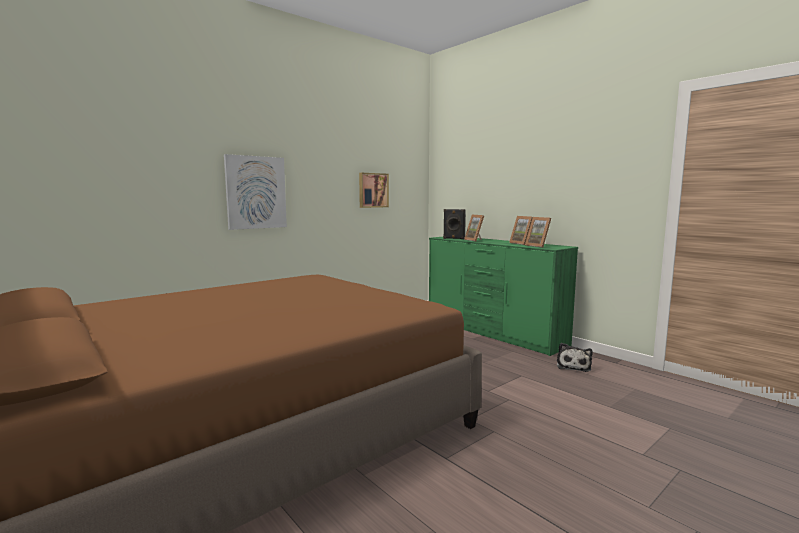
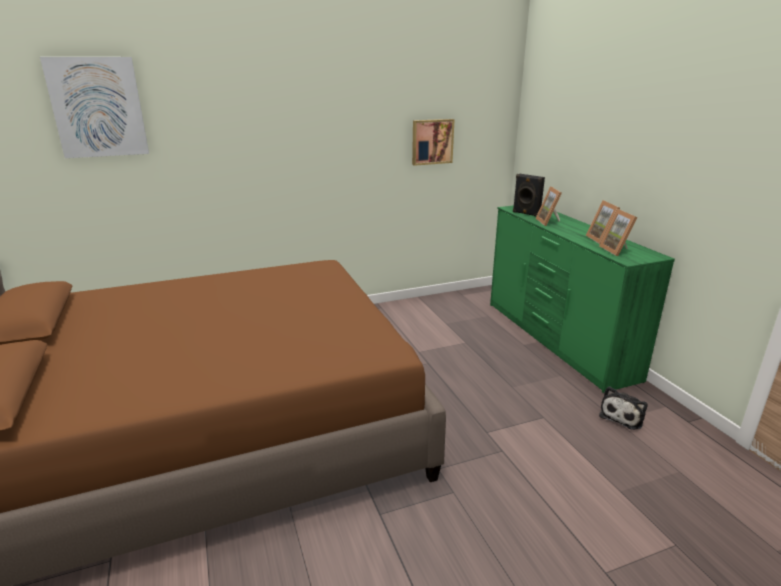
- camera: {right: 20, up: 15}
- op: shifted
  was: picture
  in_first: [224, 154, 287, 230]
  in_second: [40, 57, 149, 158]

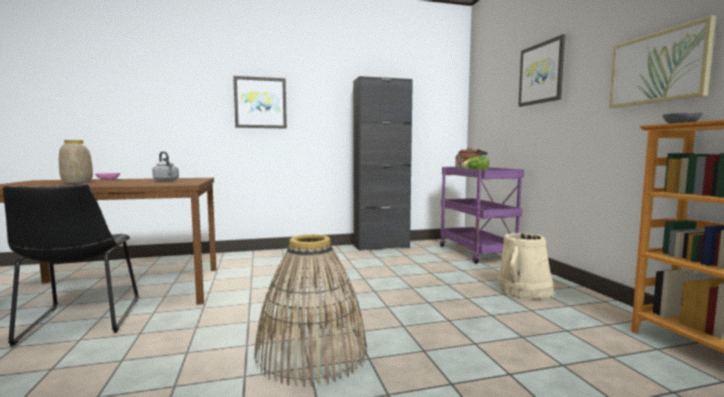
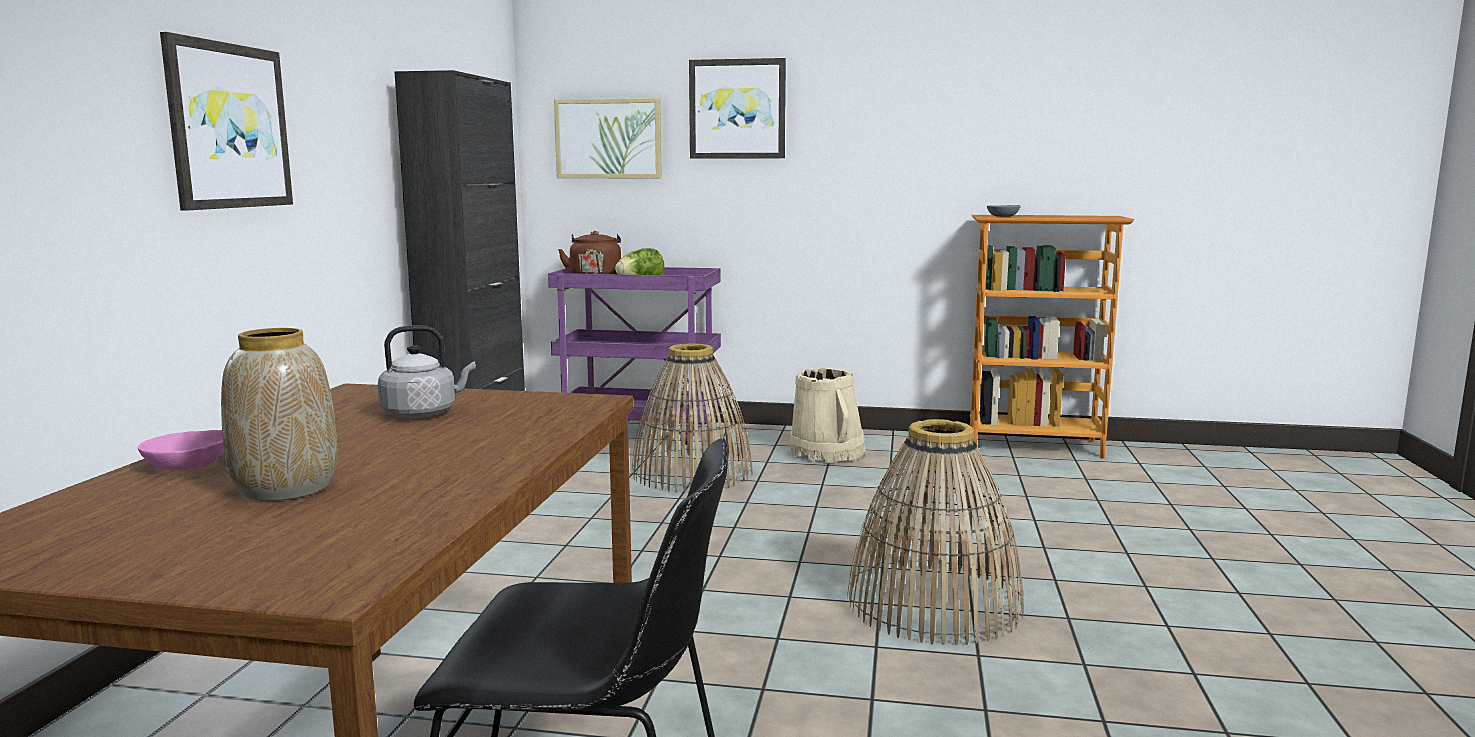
- camera: {right: -65, up: 5}
- op: shifted
  was: picture
  in_first: [609, 15, 716, 108]
  in_second: [554, 98, 662, 178]
- op: new
  now: basket
  in_second: [632, 343, 752, 492]

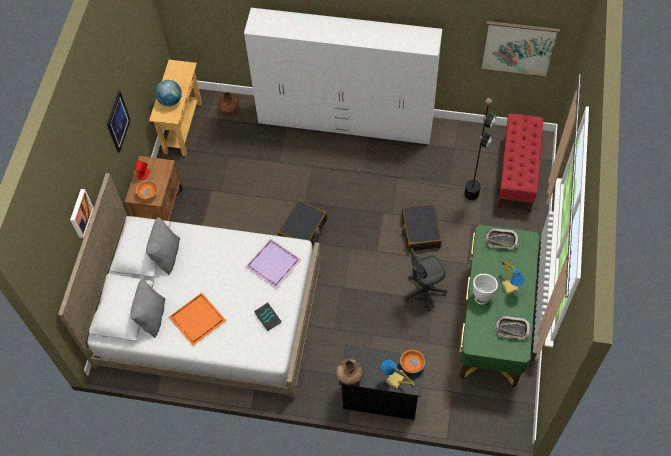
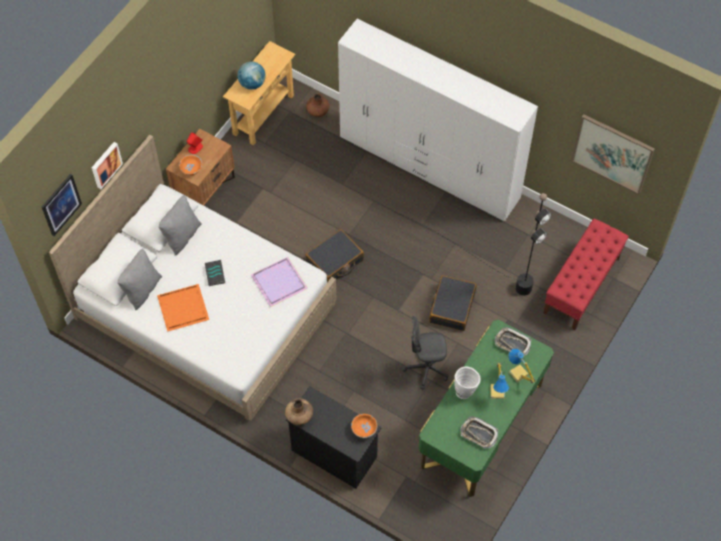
- camera: {right: 20, up: 0}
- op: shifted
  was: picture
  in_first: [107, 91, 131, 153]
  in_second: [42, 174, 82, 236]
- op: shifted
  was: bound book
  in_first: [254, 303, 281, 331]
  in_second: [205, 260, 225, 286]
- op: shifted
  was: table lamp
  in_first: [381, 360, 415, 389]
  in_second: [508, 349, 536, 384]

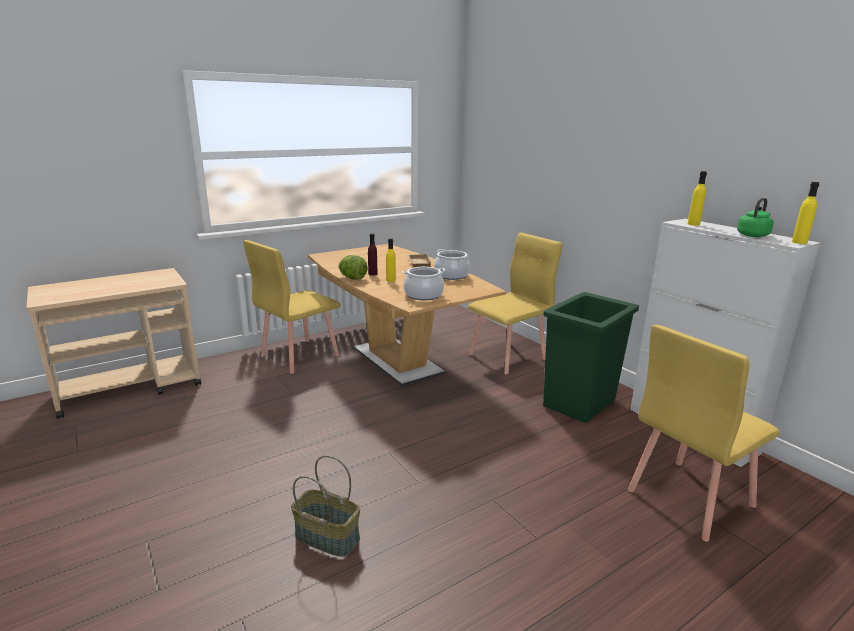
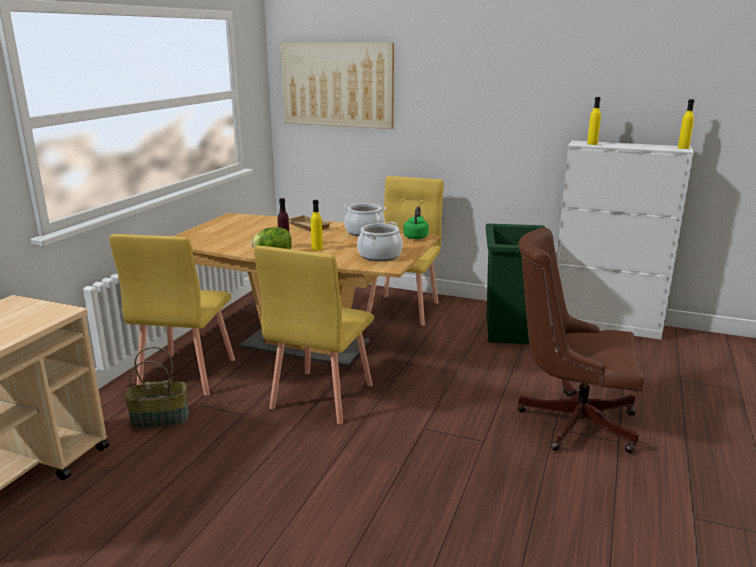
- camera: {right: -35, up: 0}
- op: shifted
  was: basket
  in_first: [291, 455, 360, 557]
  in_second: [125, 347, 189, 429]
- op: shifted
  was: chair (yellow)
  in_first: [628, 325, 780, 542]
  in_second: [254, 246, 374, 424]
- op: shifted
  was: water kettle (green-coloured)
  in_first: [737, 198, 774, 237]
  in_second: [403, 206, 429, 239]
- op: new
  now: picture
  in_second: [281, 42, 394, 129]
- op: new
  now: desk chair (brownish)
  in_second: [517, 228, 644, 453]

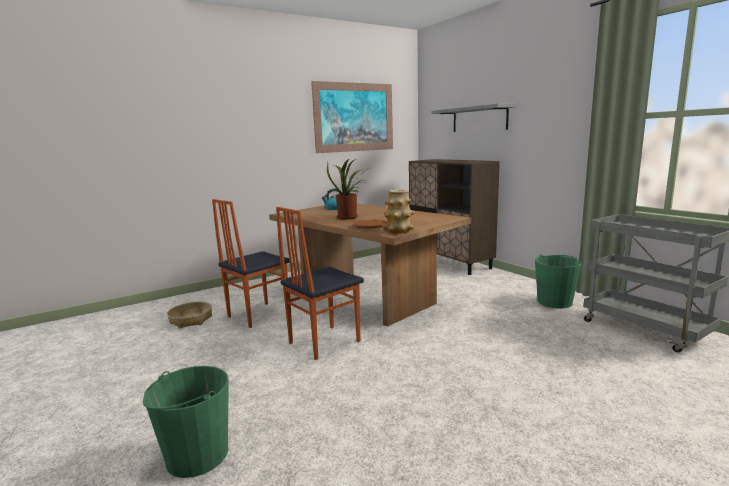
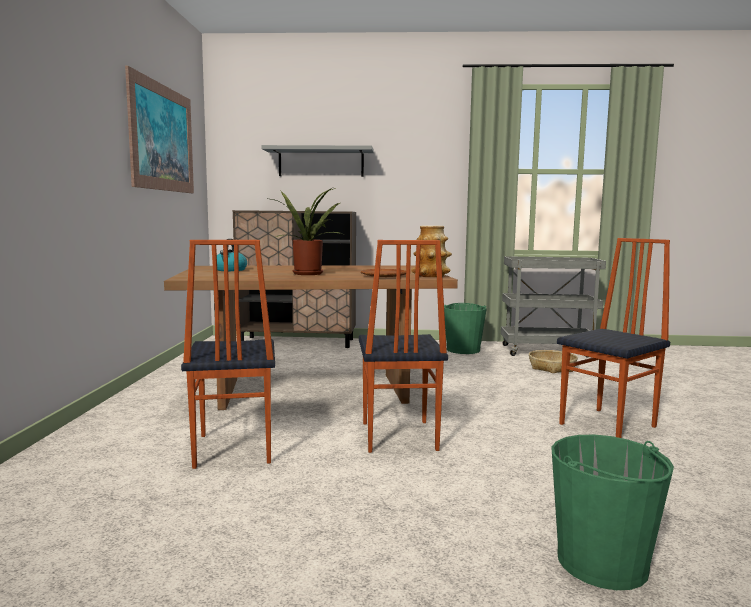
- camera: {right: -55, up: -5}
- op: shifted
  was: basket
  in_first: [167, 302, 212, 328]
  in_second: [529, 350, 578, 373]
- op: new
  now: chair
  in_second: [557, 238, 670, 438]

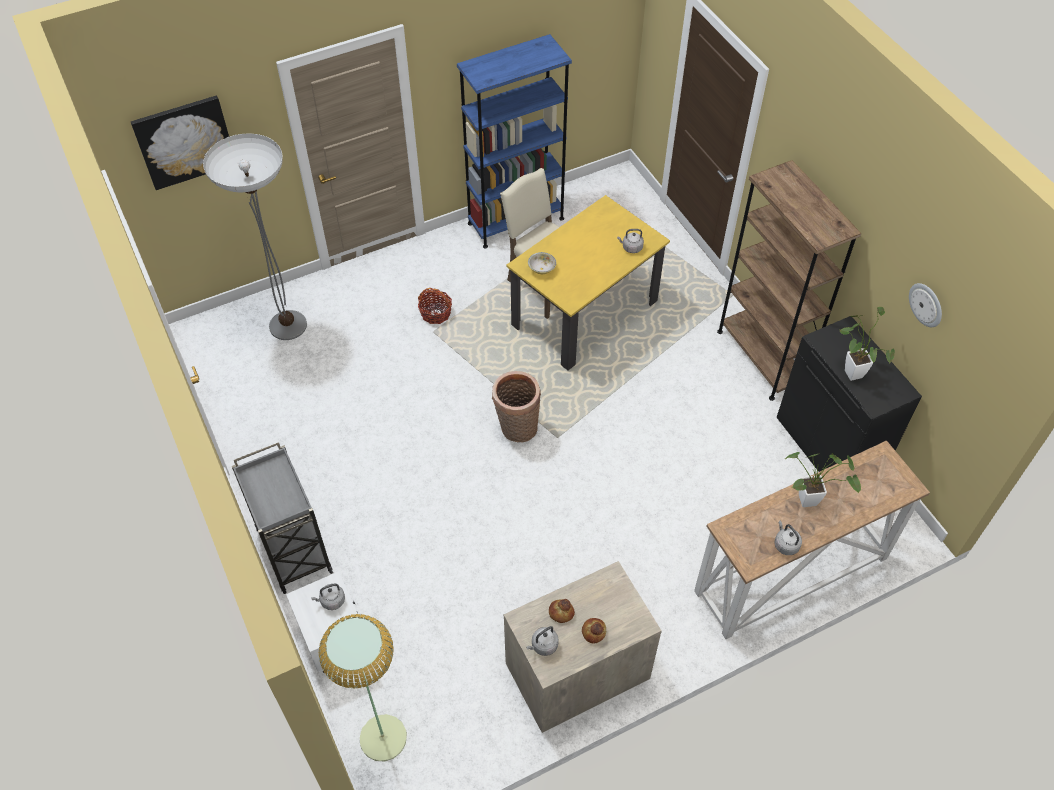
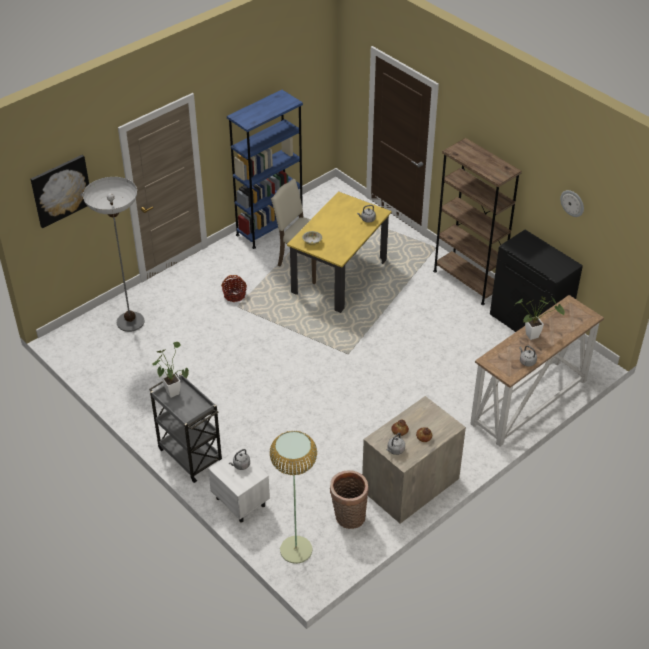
- camera: {right: -15, up: -10}
- op: shifted
  was: basket
  in_first: [492, 371, 541, 442]
  in_second: [330, 470, 369, 529]
- op: shifted
  was: potted plant
  in_first: [840, 307, 895, 381]
  in_second: [152, 342, 189, 398]

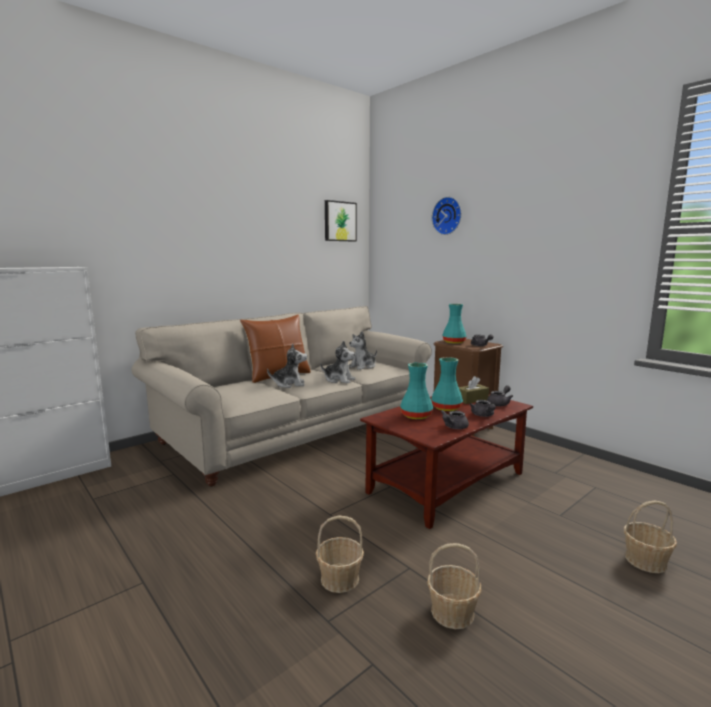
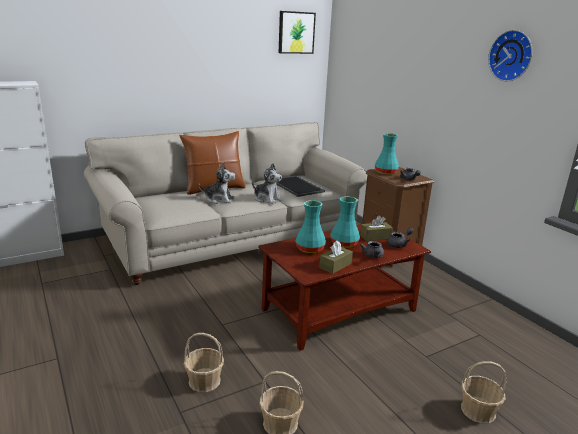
- camera: {right: 10, up: 10}
- op: swapped
  was: soft toy
  now: tray
  in_first: [349, 331, 377, 370]
  in_second: [276, 175, 325, 197]
- op: shifted
  was: clock on the wall
  in_first: [432, 197, 461, 235]
  in_second: [488, 30, 532, 81]
- op: swapped
  was: tea pot (grey)
  now: box of tissues (brownish)
  in_first: [440, 410, 469, 429]
  in_second: [319, 241, 353, 274]

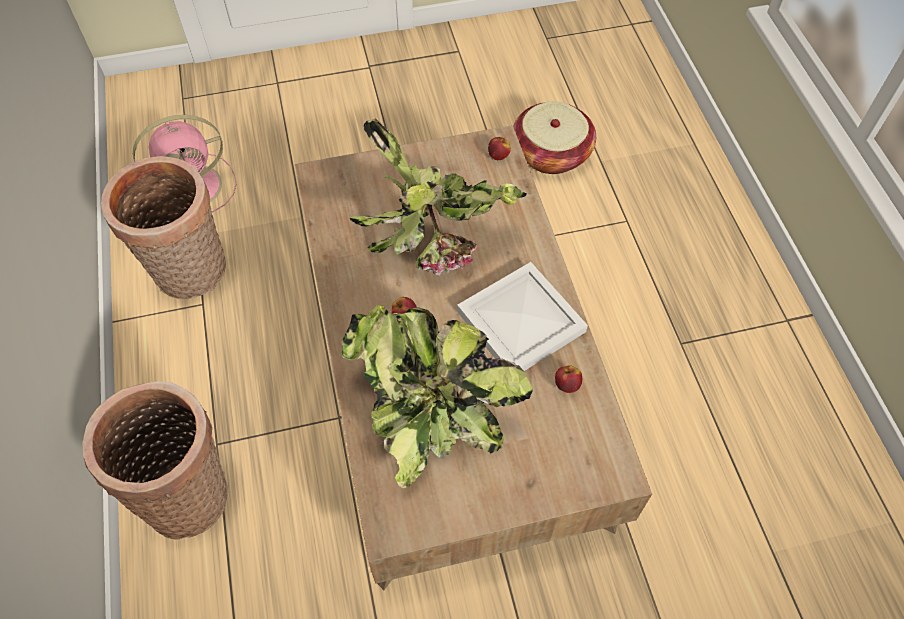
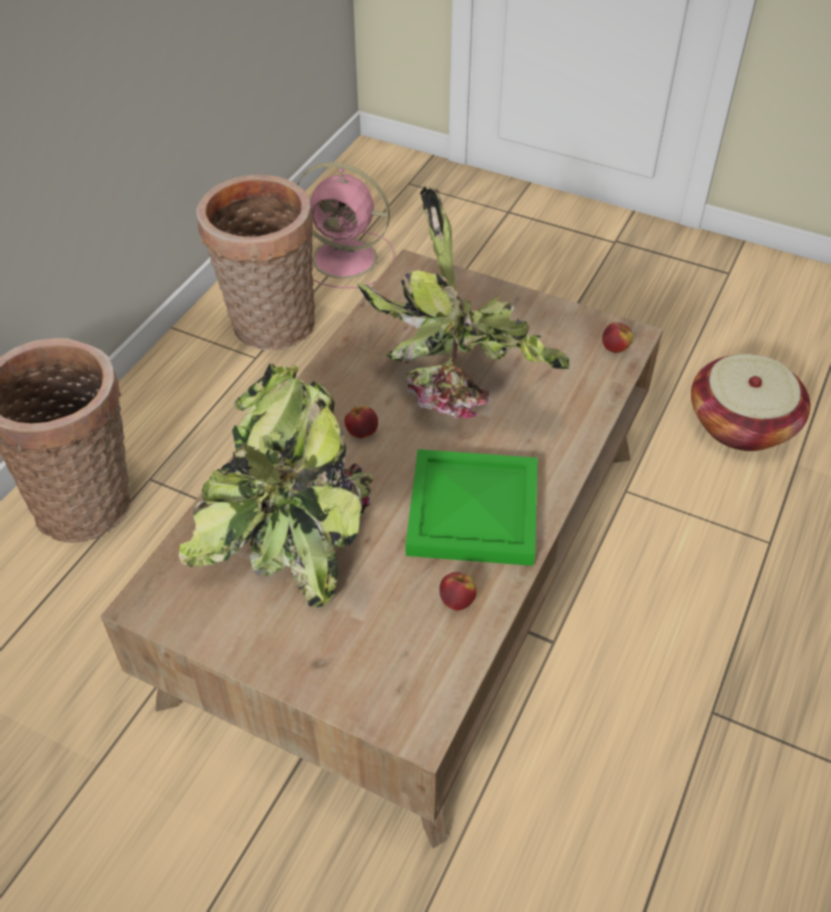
- camera: {right: 40, up: -10}
- op: repainted
  was: tray (whitish)
  now: tray (green-coloured)
  in_first: [457, 262, 588, 371]
  in_second: [406, 449, 538, 566]

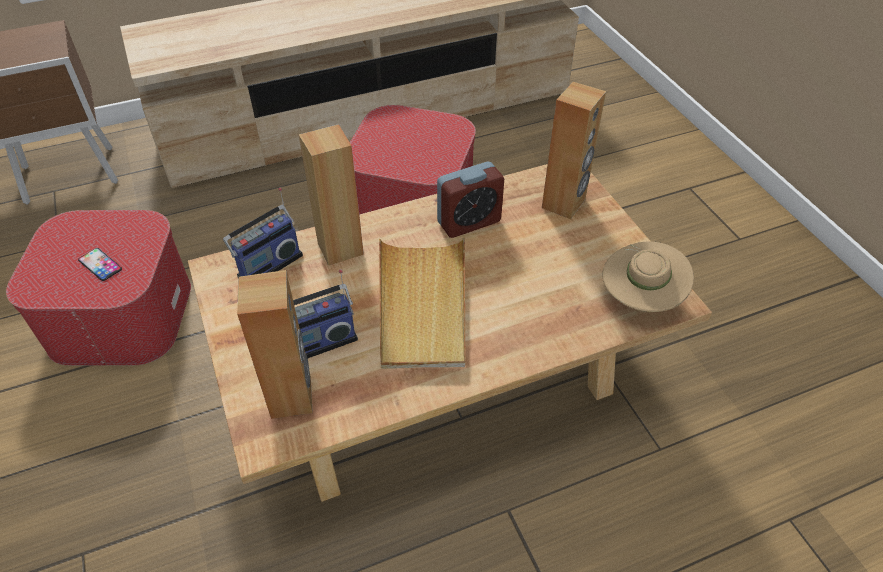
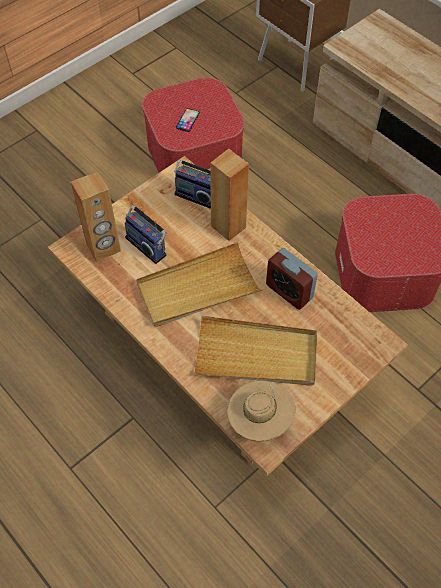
- camera: {right: 70, up: 10}
- op: gone
  was: audio speaker (brownish)
  in_first: [542, 82, 606, 219]
- op: new
  now: tray (beige-coloured)
  in_second: [194, 316, 317, 386]

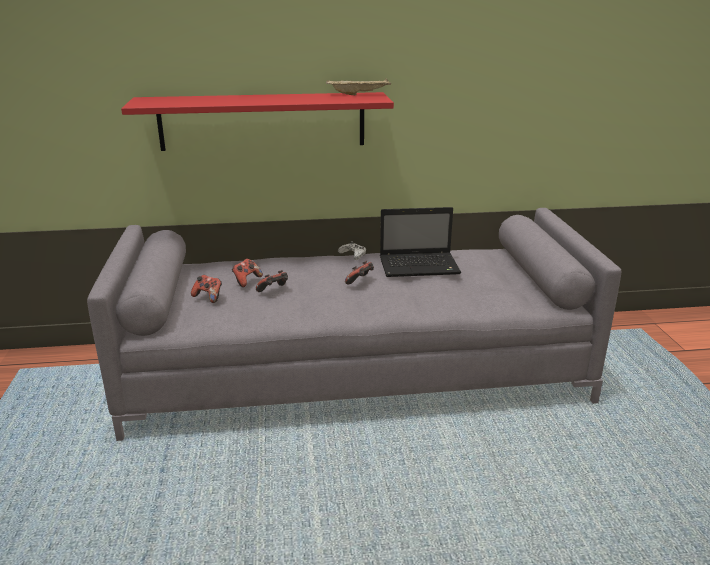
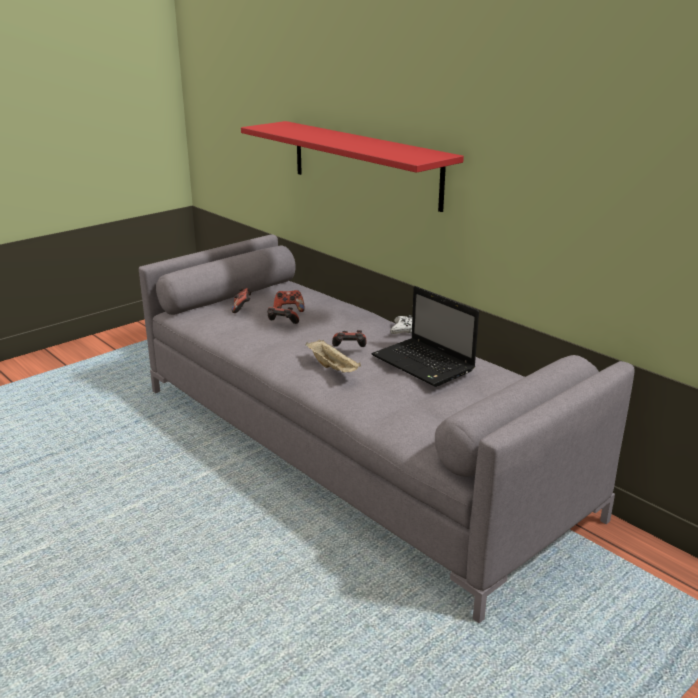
- camera: {right: 55, up: 0}
- op: shifted
  was: tray (beige-coloured)
  in_first: [326, 78, 391, 95]
  in_second: [306, 340, 361, 373]

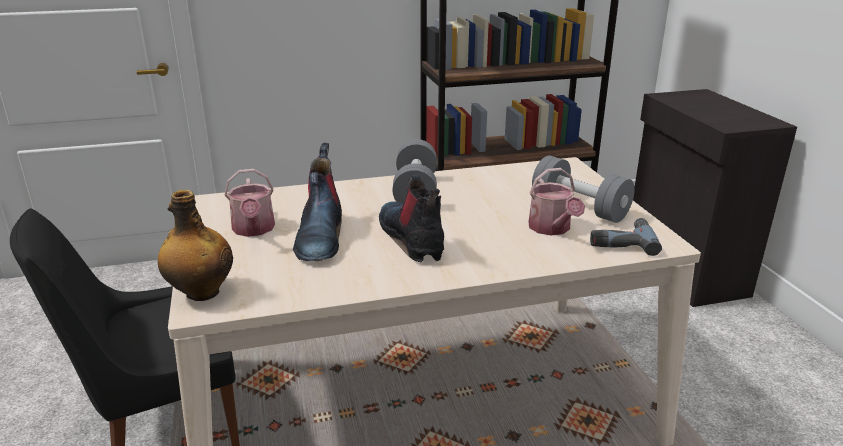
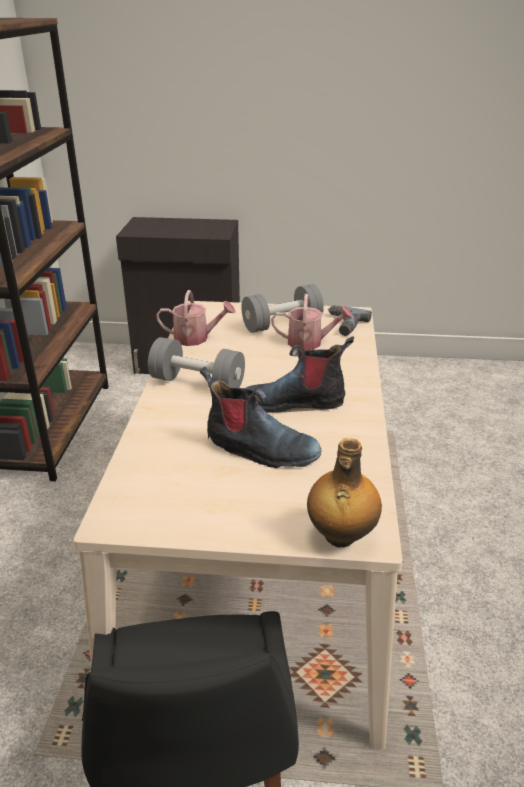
- camera: {right: -70, up: 5}
- op: shifted
  was: watering pot
  in_first: [225, 169, 275, 237]
  in_second: [156, 290, 236, 346]

